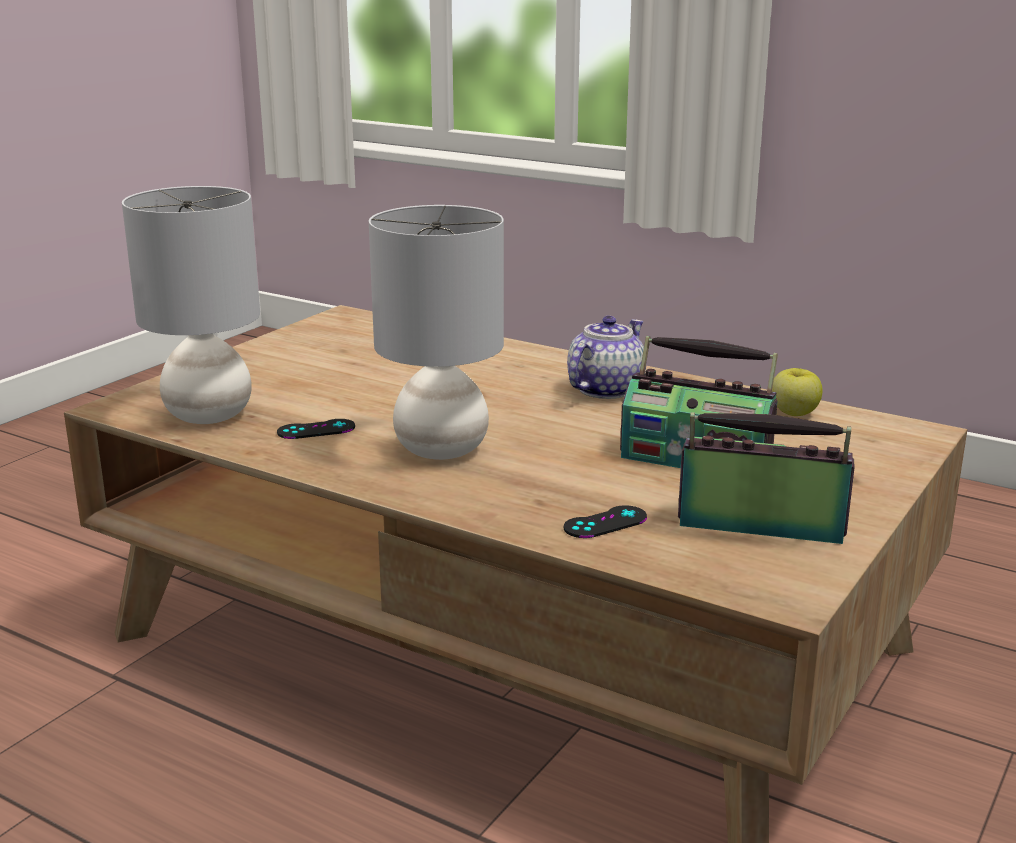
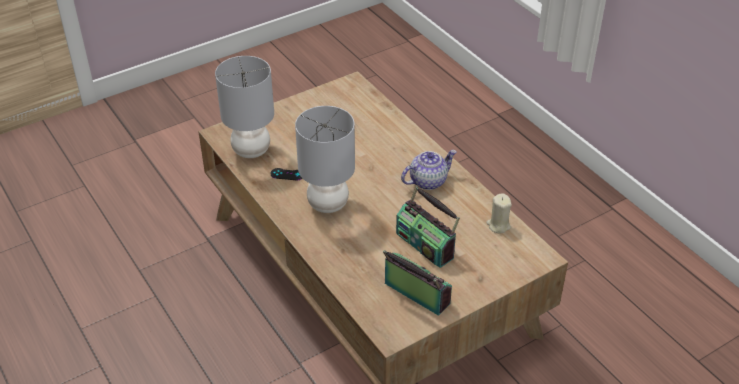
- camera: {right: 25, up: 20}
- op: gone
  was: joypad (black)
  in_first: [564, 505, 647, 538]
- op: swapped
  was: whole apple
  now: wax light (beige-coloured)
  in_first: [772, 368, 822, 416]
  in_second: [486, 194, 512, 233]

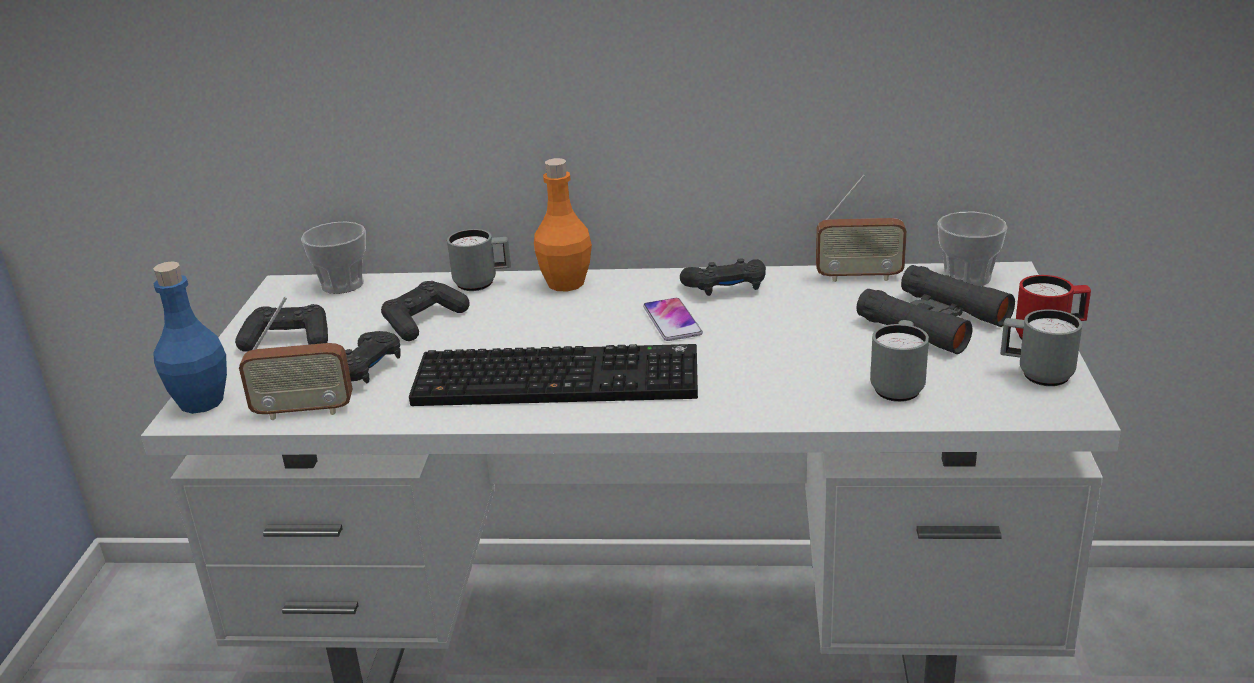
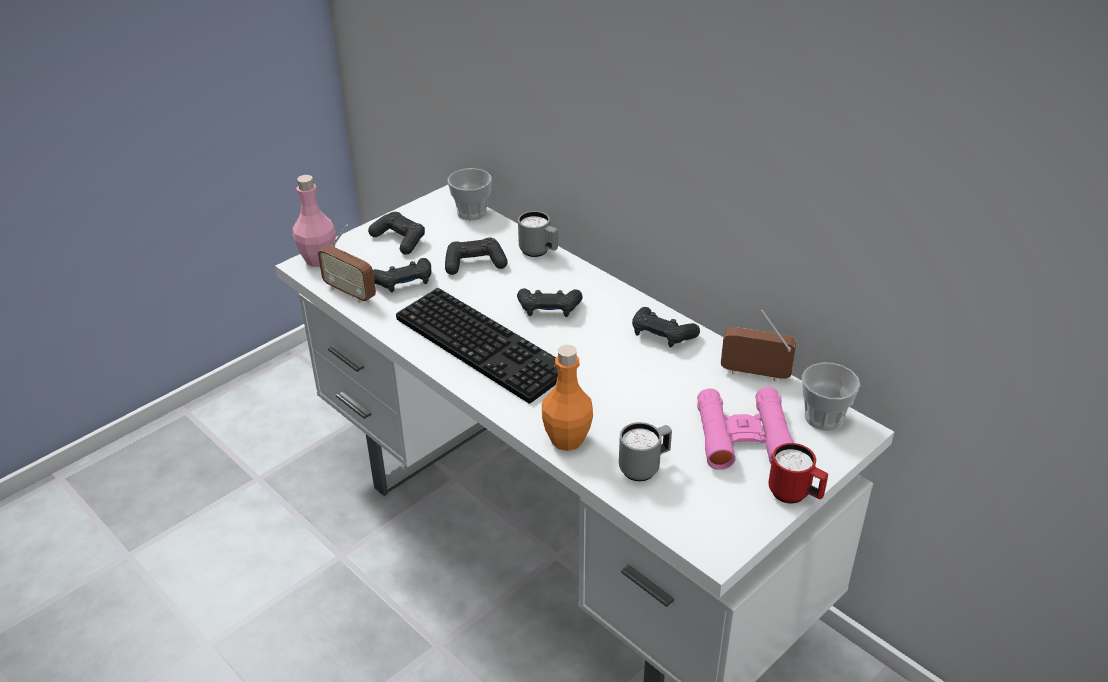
- camera: {right: 40, up: 10}
- op: repainted
  was: drink bottle (blue-coloured)
  now: drink bottle (pink)
  in_first: [153, 261, 227, 414]
  in_second: [292, 175, 336, 267]
- op: shifted
  was: drink bottle (orange)
  in_first: [534, 158, 592, 292]
  in_second: [542, 345, 593, 451]
- op: gone
  was: phone
  in_first: [643, 298, 703, 341]
- op: rotated
  was: radio receiver
  in_first: [816, 175, 907, 282]
  in_second: [721, 310, 797, 382]
  clockwise: 150
- op: repainted
  was: pair of binoculars (black)
  now: pair of binoculars (pink)
  in_first: [857, 265, 1015, 354]
  in_second: [697, 387, 794, 470]
- op: gone
  was: tea mug (grey)
  in_first: [1000, 309, 1082, 386]
- op: new
  now: joypad (black)
  in_second: [517, 288, 583, 317]

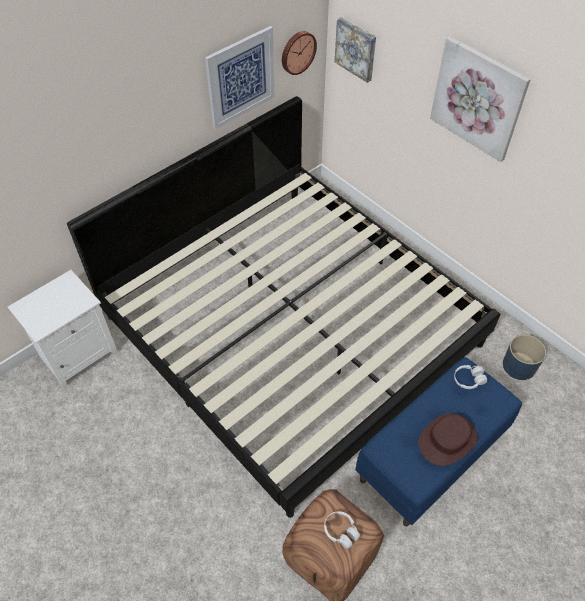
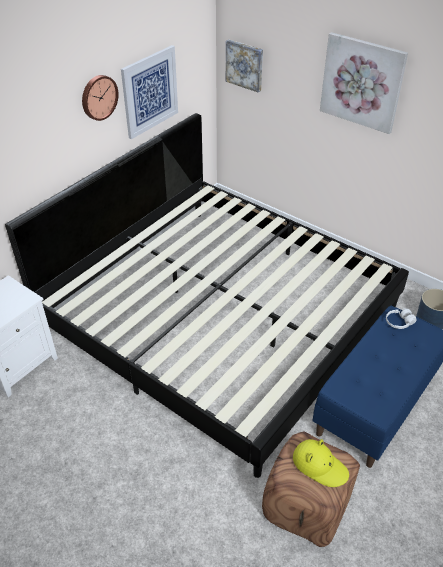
- camera: {right: -10, up: -10}
- op: shifted
  was: clock on the wall
  in_first: [282, 31, 317, 75]
  in_second: [82, 75, 119, 121]
- op: swapped
  was: headphones (whitish)
  now: wearable hat (yellow)
  in_first: [324, 511, 360, 549]
  in_second: [293, 439, 349, 487]
- op: gone
  was: wearable hat (brownish)
  in_first: [418, 413, 478, 466]

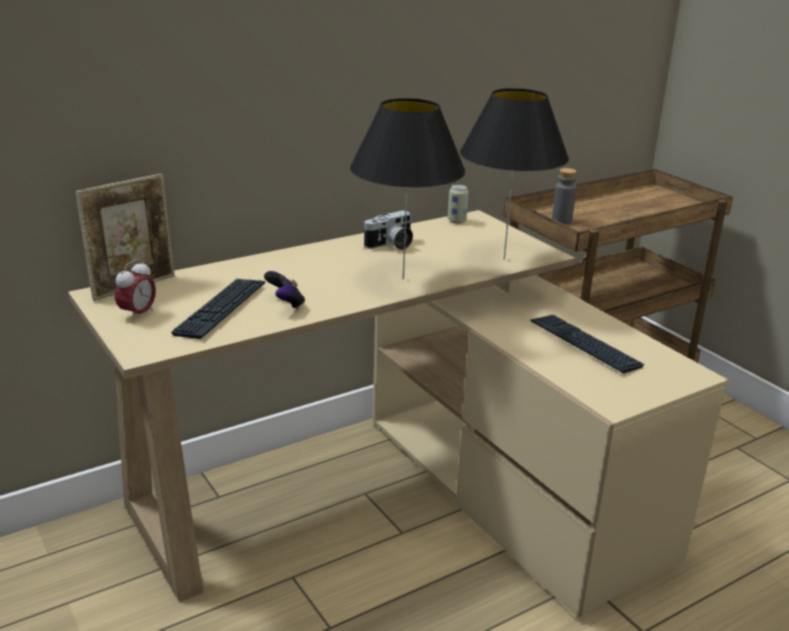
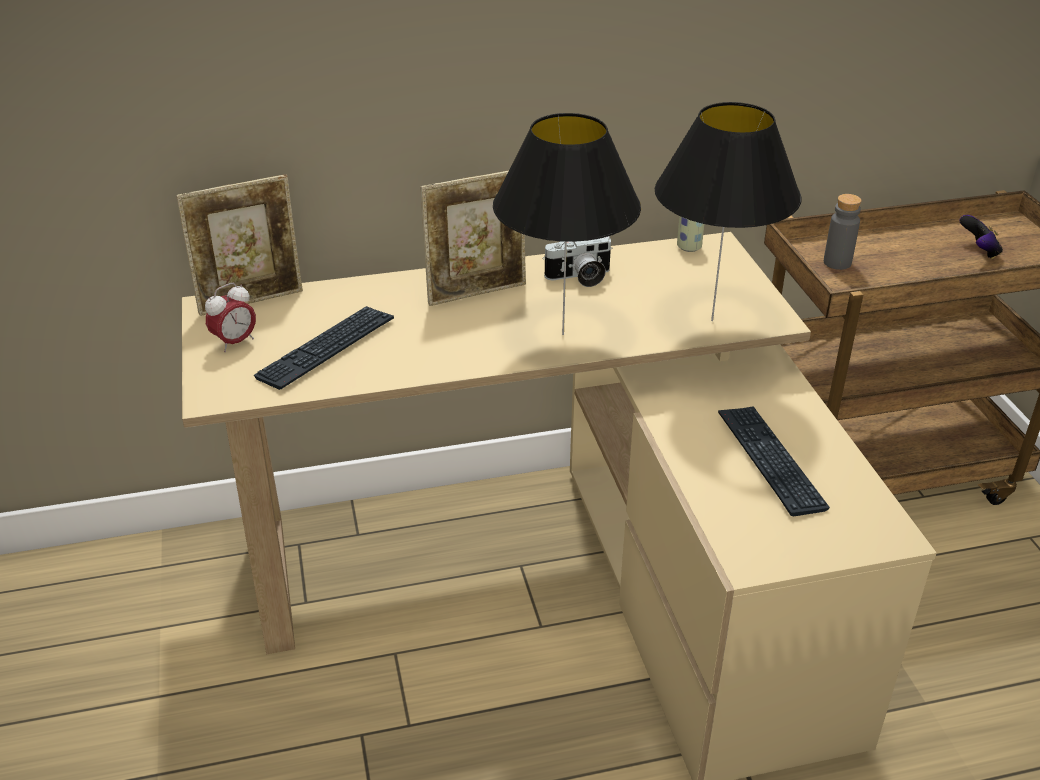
- camera: {right: 20, up: 10}
- op: shifted
  was: joypad
  in_first: [264, 271, 305, 309]
  in_second: [959, 215, 1003, 259]
- op: new
  now: picture frame
  in_second: [420, 171, 526, 306]

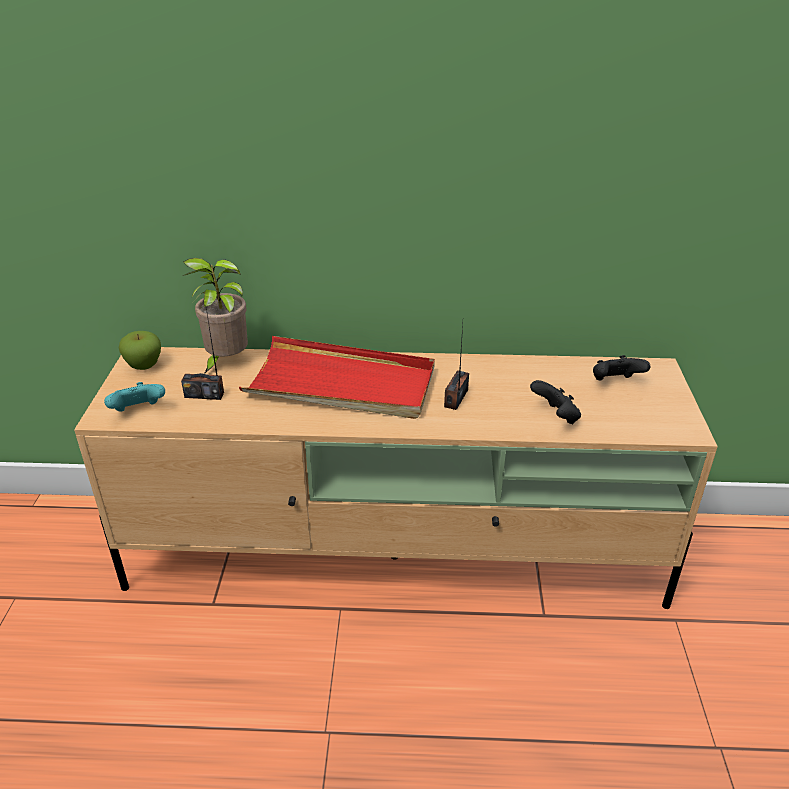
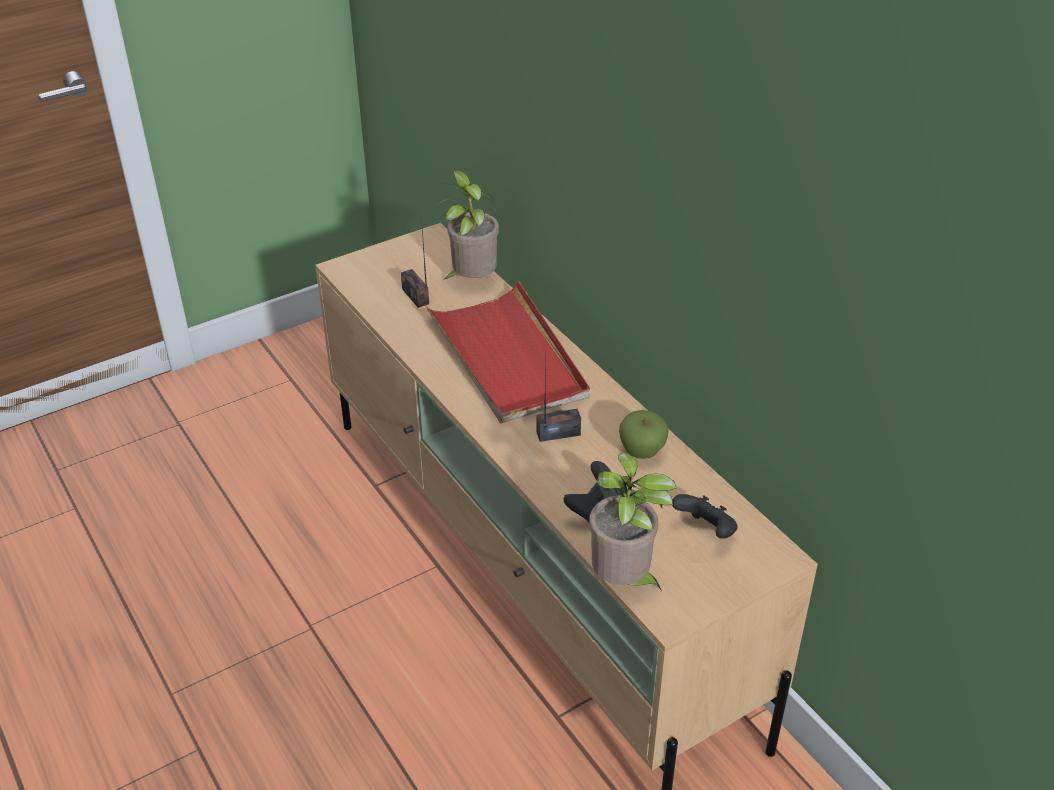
- camera: {right: 55, up: 5}
- op: gone
  was: joypad (turquoise-coloured)
  in_first: [104, 382, 165, 412]
- op: shifted
  was: whole apple
  in_first: [119, 331, 161, 370]
  in_second: [619, 410, 669, 459]
- op: new
  now: potted plant
  in_second: [589, 453, 677, 591]

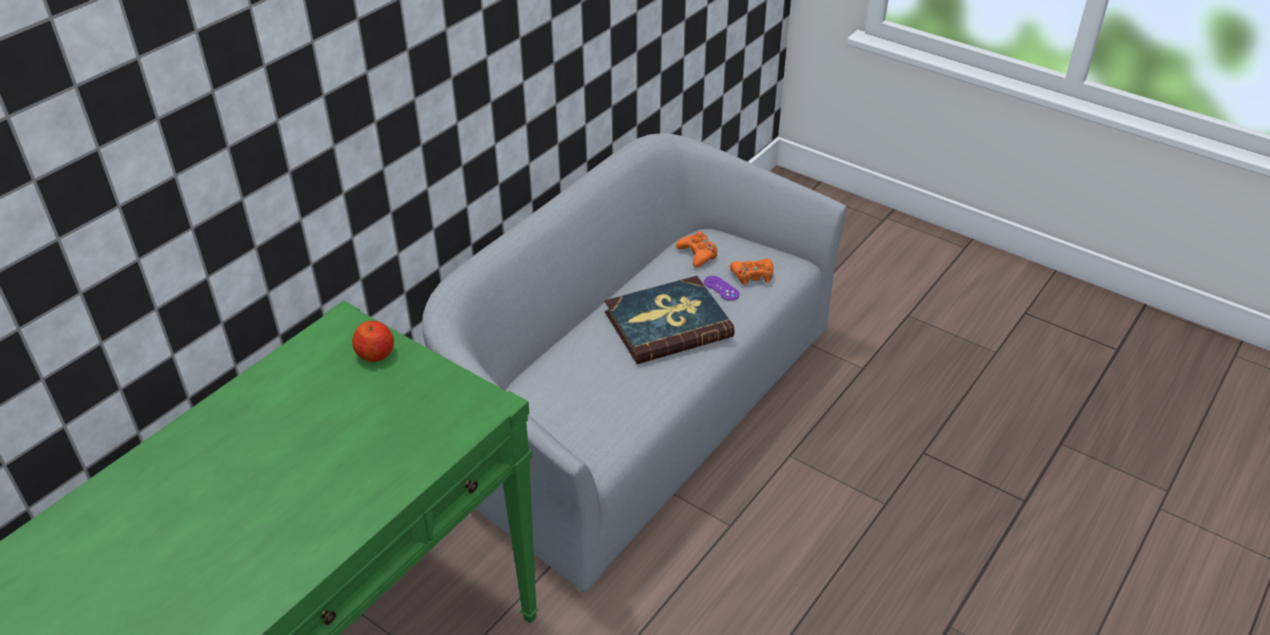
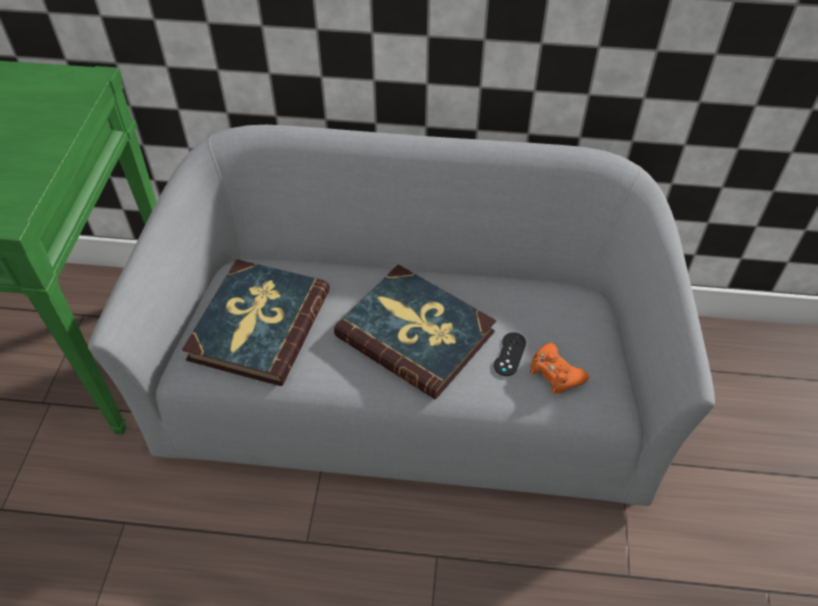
- camera: {right: 60, up: 10}
- op: gone
  was: whole apple
  in_first: [352, 321, 394, 362]
- op: gone
  was: joypad (orange)
  in_first: [676, 231, 717, 268]
- op: repainted
  was: joypad (purple)
  now: joypad (black)
  in_first: [704, 276, 740, 301]
  in_second: [494, 332, 526, 376]
- op: new
  now: bound book
  in_second: [182, 259, 330, 386]

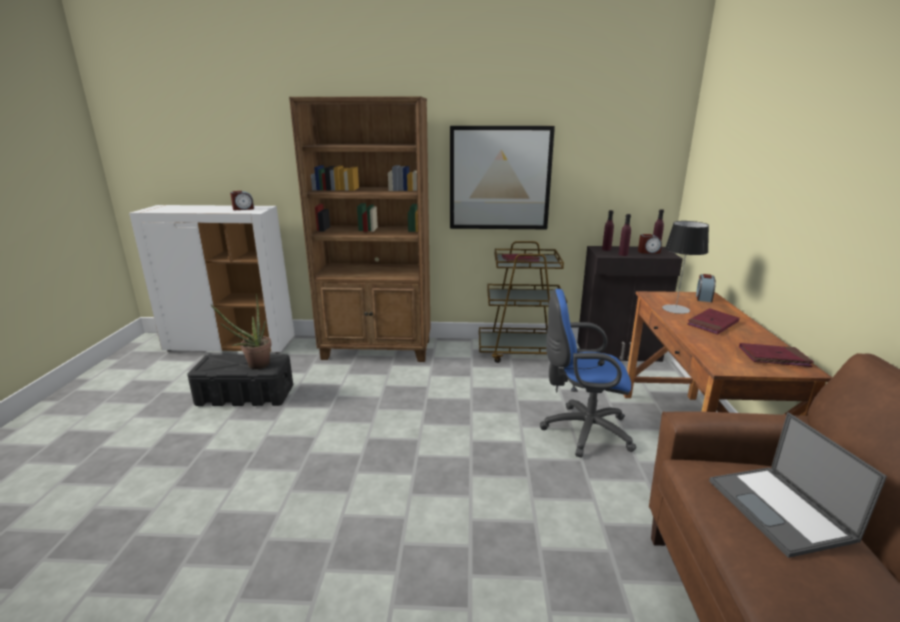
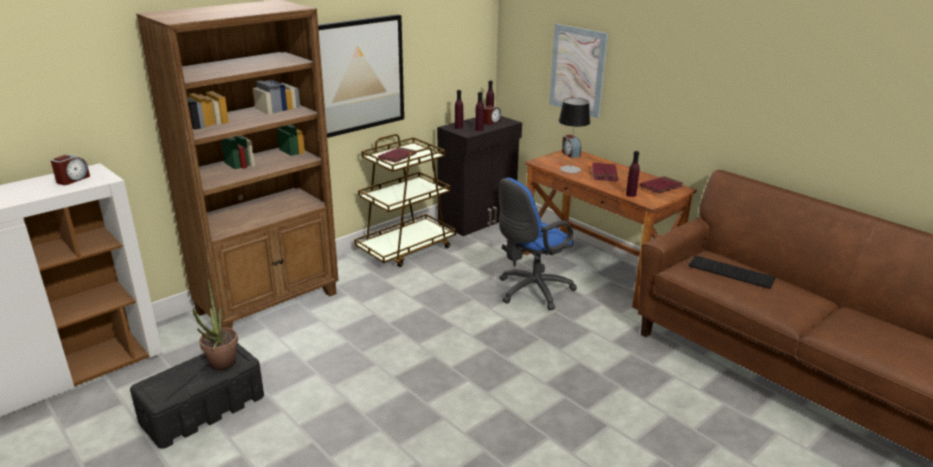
- camera: {right: -45, up: 5}
- op: swapped
  was: notebook computer
  now: keyboard
  in_first: [709, 412, 887, 558]
  in_second: [688, 256, 776, 289]
- op: new
  now: picture
  in_second: [549, 24, 608, 118]
- op: new
  now: drink bottle (purple)
  in_second: [626, 151, 640, 197]

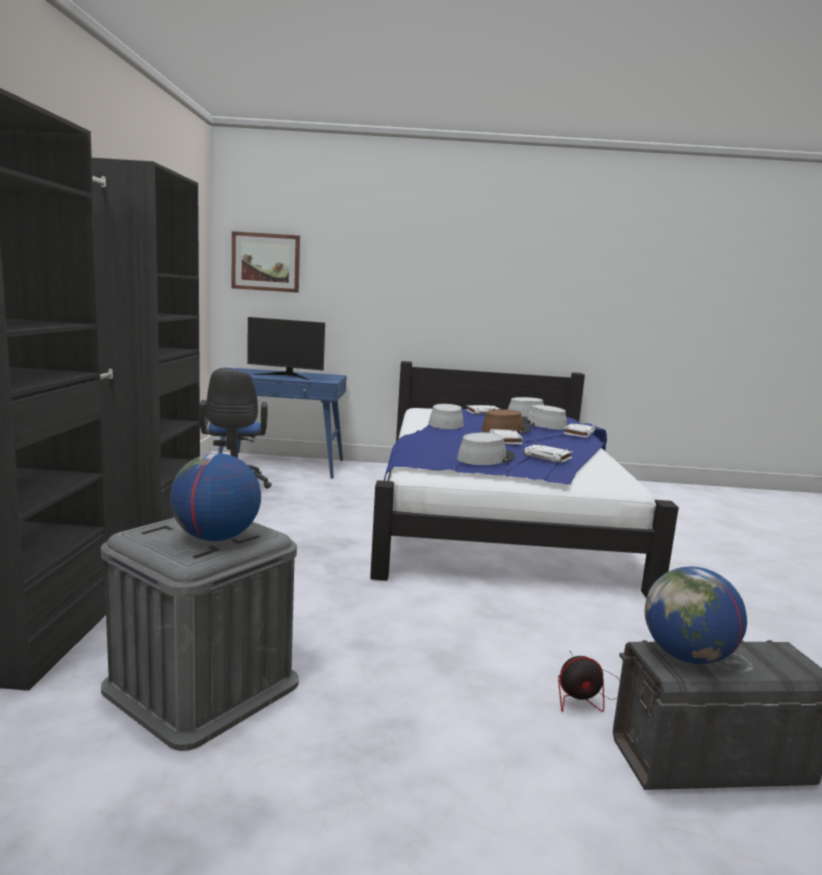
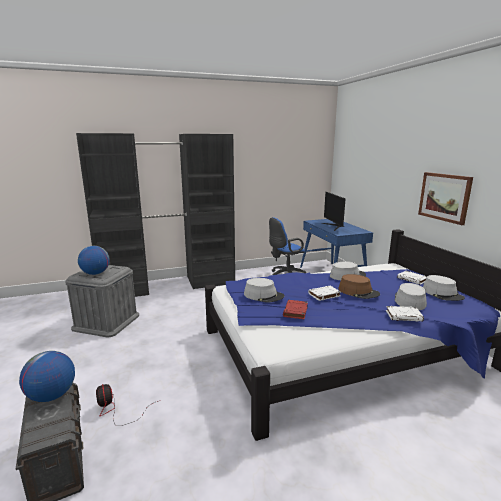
- camera: {right: 70, up: 5}
- op: shifted
  was: picture
  in_first: [232, 231, 300, 293]
  in_second: [418, 172, 473, 225]
- op: repainted
  was: bound book (whitish)
  now: bound book (red)
  in_first: [523, 444, 573, 463]
  in_second: [283, 300, 308, 319]

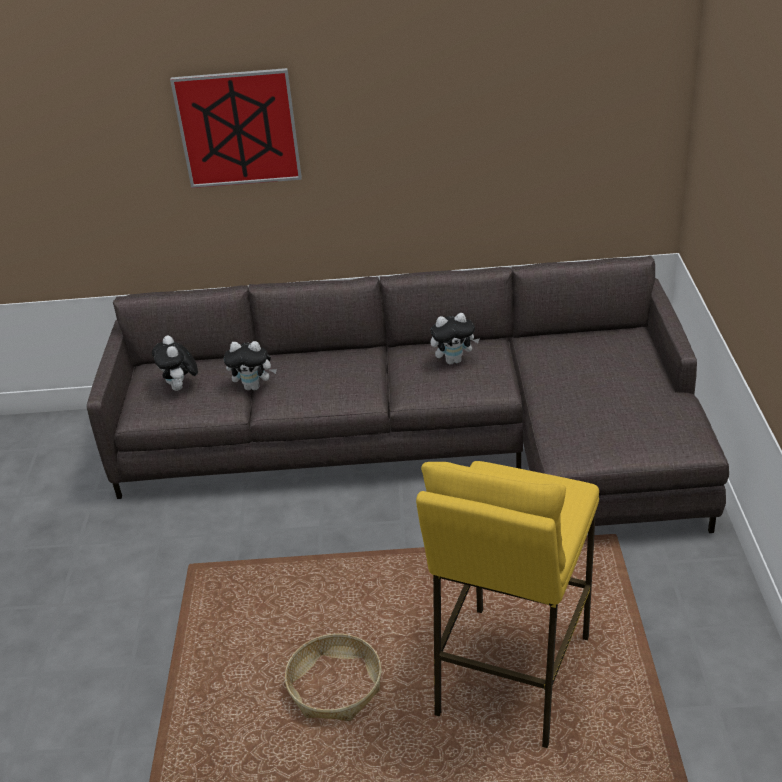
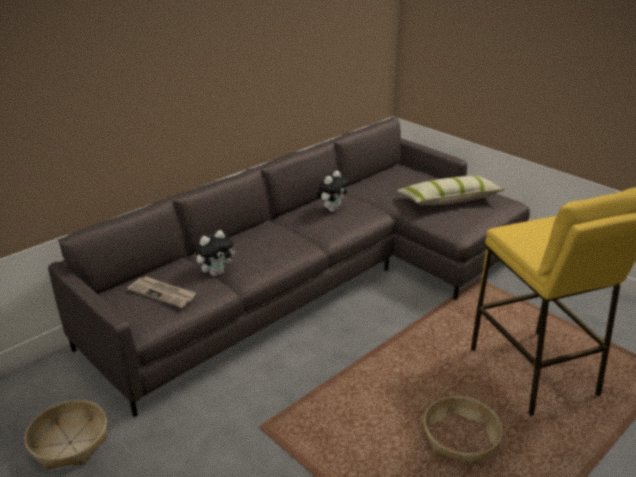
- camera: {right: -45, up: -5}
- op: swapped
  was: soft toy
  now: newspaper
  in_first: [152, 335, 198, 391]
  in_second: [127, 276, 197, 308]
- op: gone
  was: picture
  in_first: [170, 68, 302, 188]
- op: new
  now: basket
  in_second: [25, 400, 107, 470]
- op: new
  now: cushion
  in_second: [397, 176, 505, 205]

